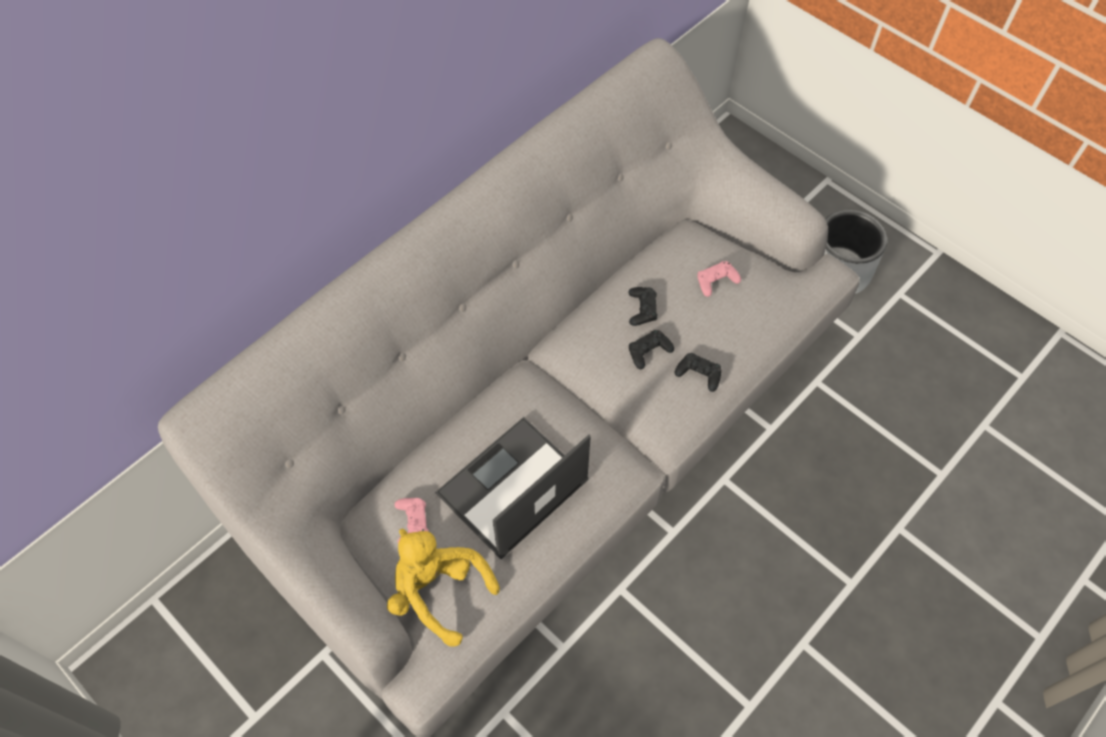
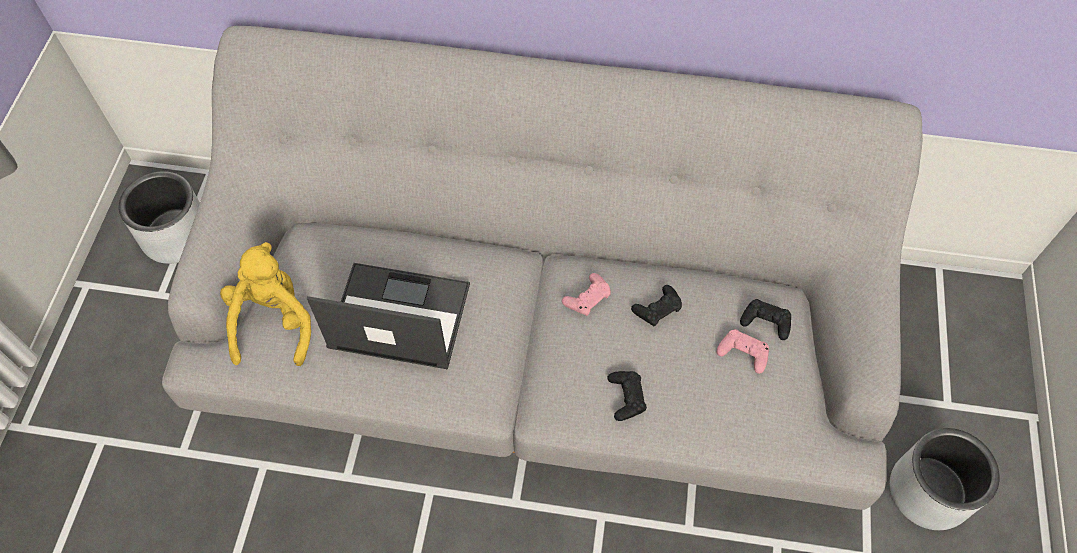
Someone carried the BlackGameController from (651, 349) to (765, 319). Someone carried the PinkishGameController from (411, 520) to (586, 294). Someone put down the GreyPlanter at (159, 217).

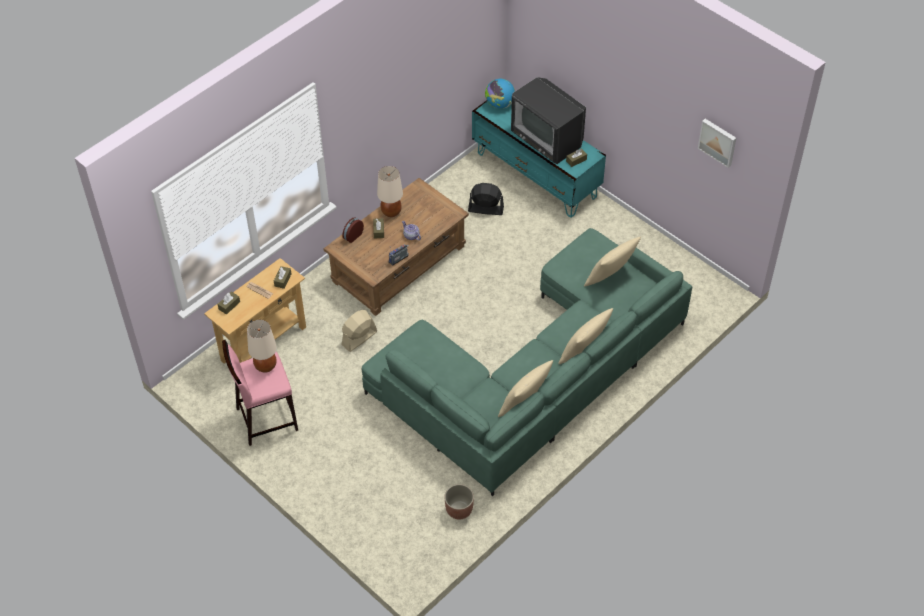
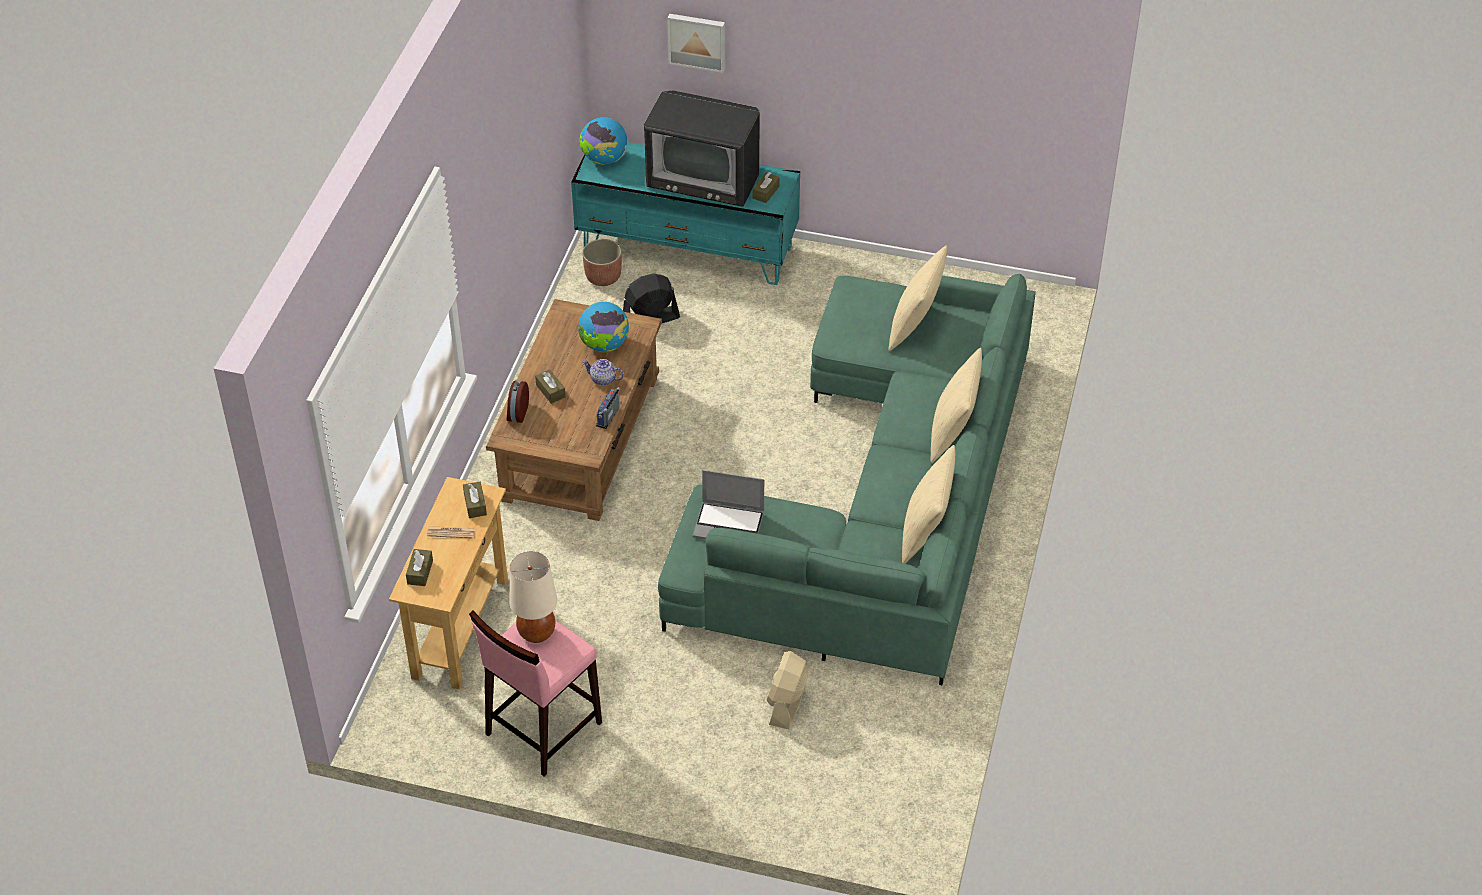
Someone carried the WallArt from (717, 143) to (696, 43). Someone took away the BeigeLampForATable at (390, 191). Someone carried the BeigeElectricFan from (359, 331) to (787, 690). Someone carried the Planter from (459, 502) to (602, 262). Someone put down the WorldGlobe at (603, 327). Someone put down the Laptop at (728, 504).

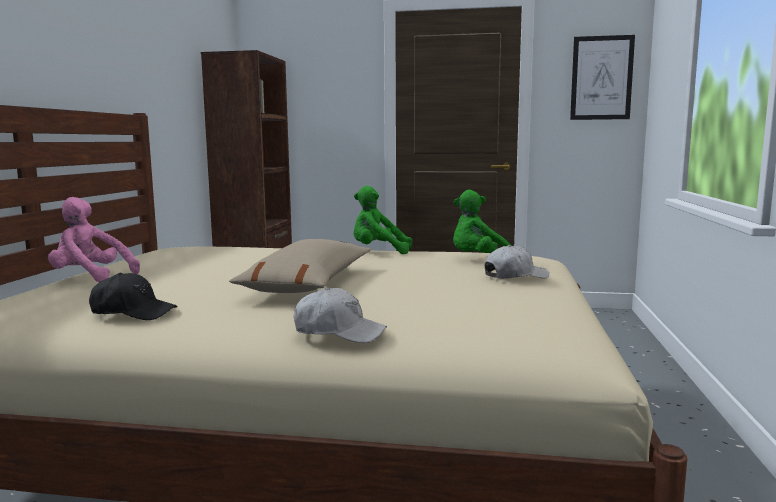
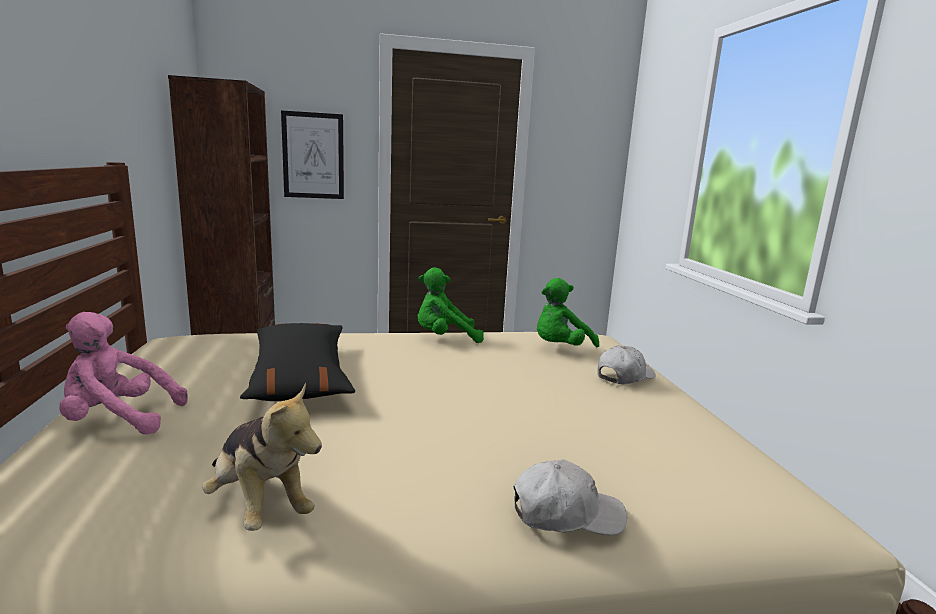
Someone carried the WallArt from (602, 77) to (312, 155). Someone took away the BeigePillow at (300, 266). Someone swapped the BlackBaseballCap at (133, 296) for the CuddlyToy at (262, 456). Someone put down the BlackPillow at (297, 362).

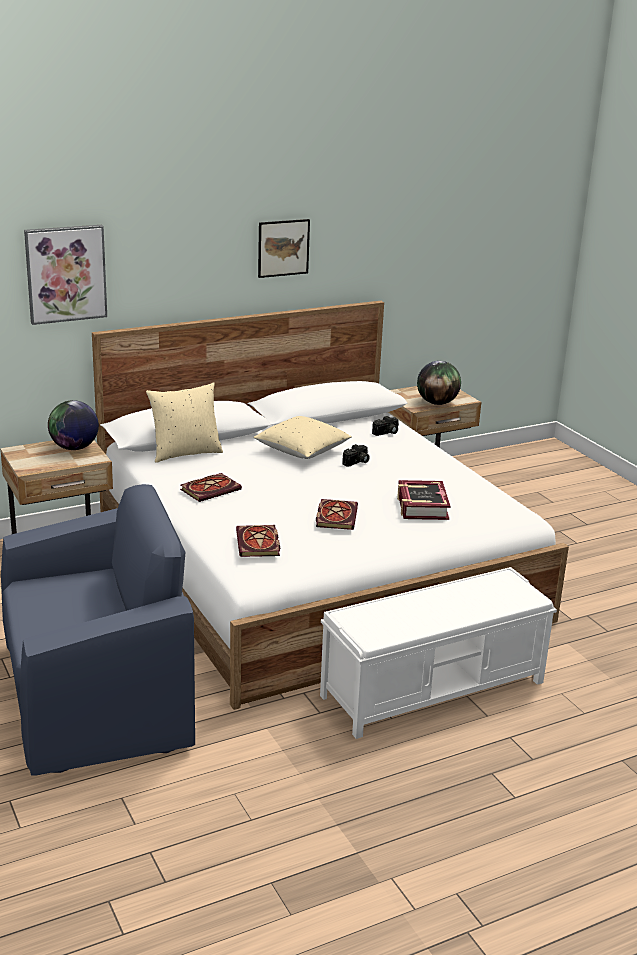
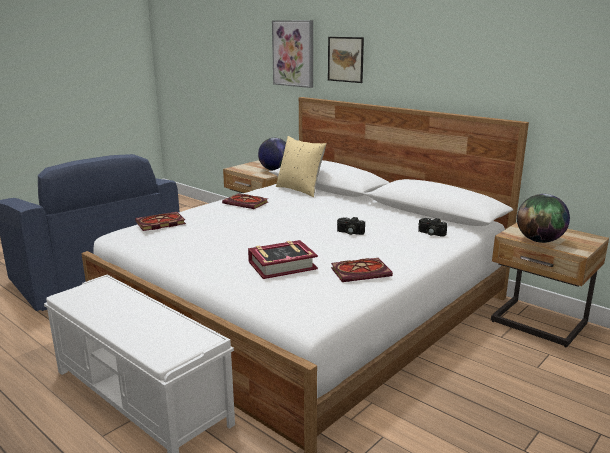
Someone carried the WallArt from (284, 248) to (346, 60). Someone took away the BeigePillow at (303, 437). Someone carried the BoundBook from (337, 514) to (362, 270).

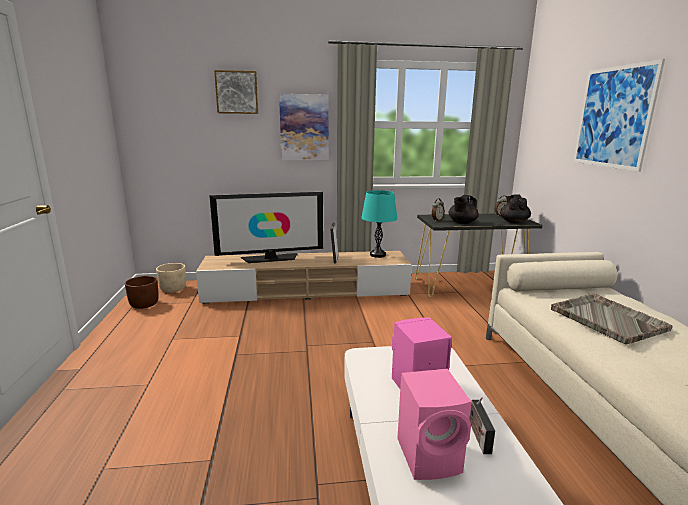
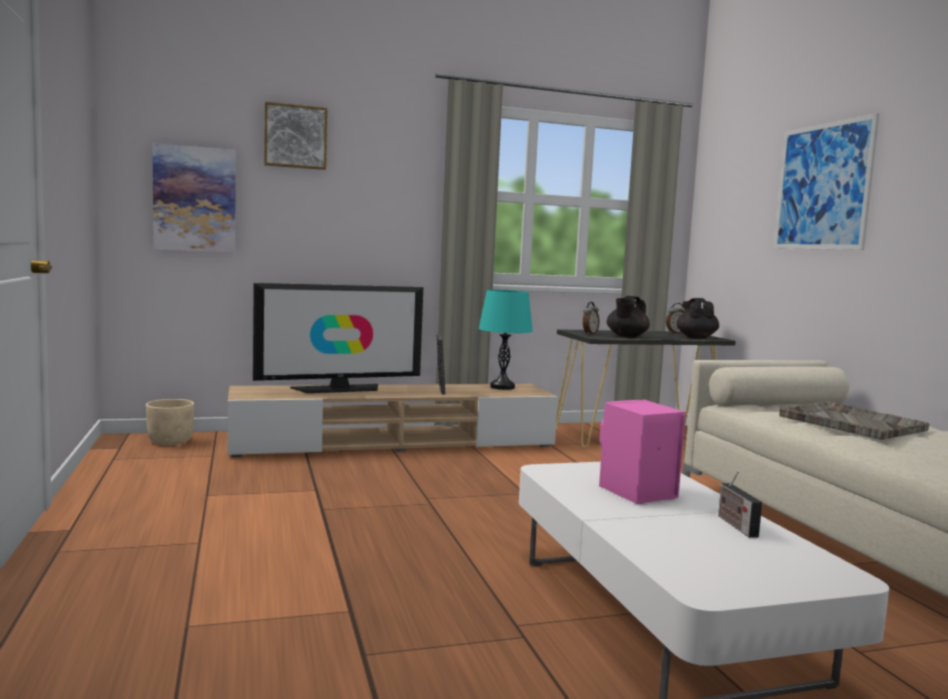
Someone carried the WallArt from (304, 127) to (194, 198). Someone took away the BrownColouredPlanter at (142, 292). Someone took away the PinkishLoudspeaker at (434, 424).

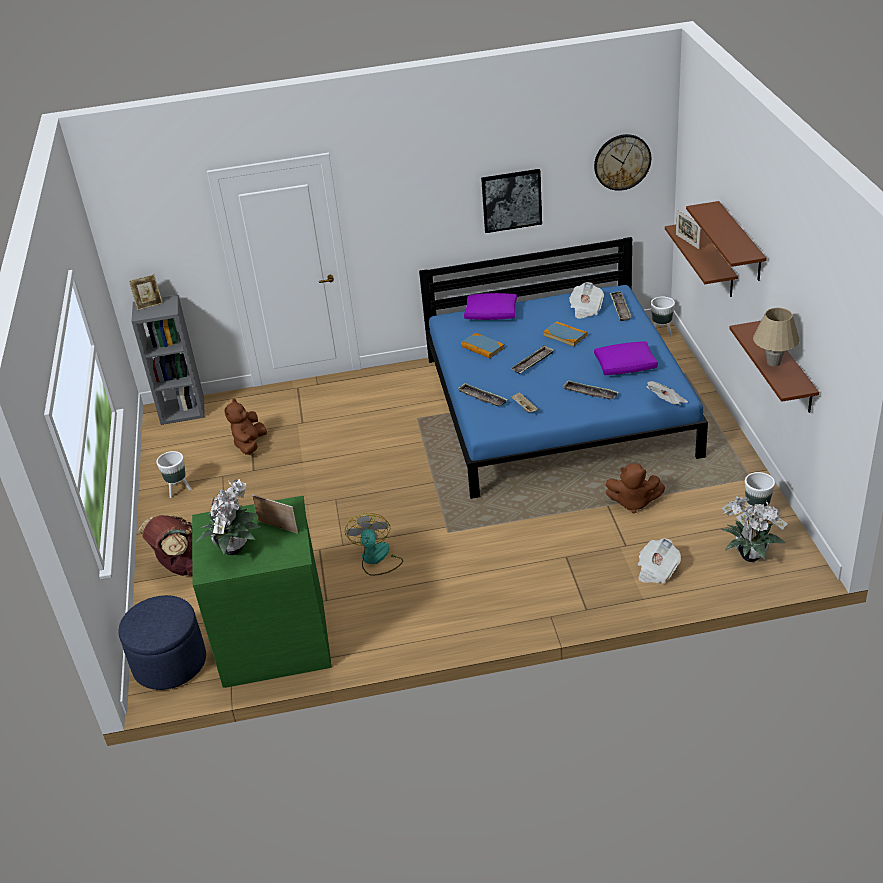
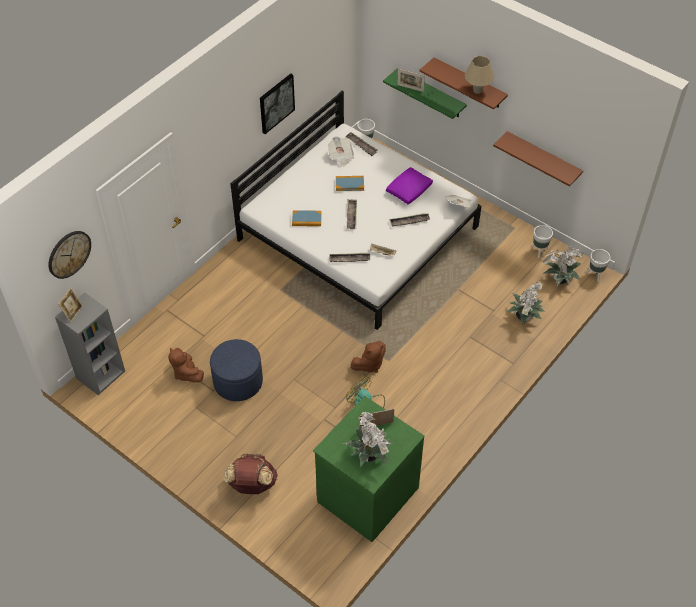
Someone carried the WallClock from (622, 162) to (70, 255). Someone repainted the BrownColouredShelf at (701, 261), which became the GreenShelf at (425, 93). Someone repainted the BlueColouredBed at (563, 368), which became the WhiteColouredBed at (355, 210). Someone took away the PurpleColouredPillow at (490, 306). Someone carried the BeigeLampForATable from (776, 337) to (479, 75). Someone carried the WhiteColouredPlanter from (173, 474) to (598, 265). Someone carried the BrownColouredCuddlyToy from (635, 488) to (368, 357). Someone swapped the Newspaper at (659, 561) for the Houseplant at (525, 303). Someone carried the BlueColouredOttoman from (162, 642) to (236, 370).

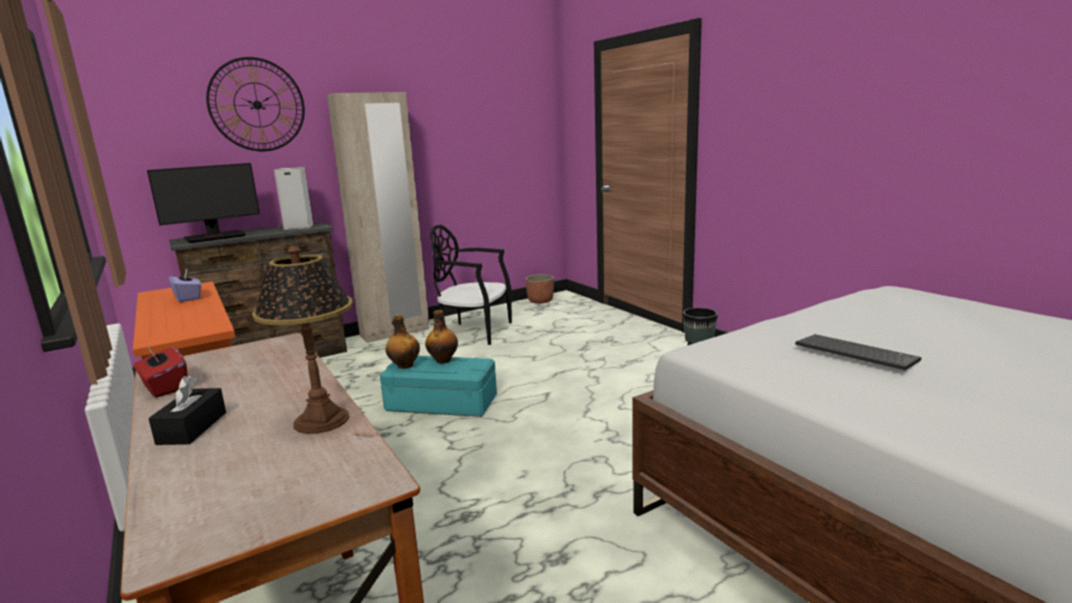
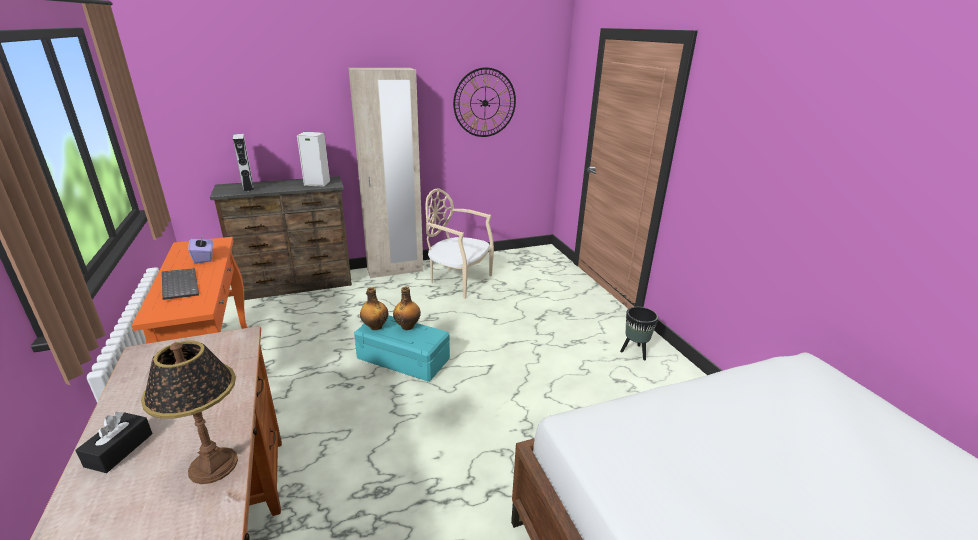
Someone carried the WallClock from (255, 104) to (484, 102). Someone swapped the Monitor at (203, 203) for the GreyLoudspeaker at (243, 163). Someone repainted the BlackUprightChair at (471, 285), which became the BeigeUprightChair at (459, 243). Someone took away the Planter at (540, 289). Someone carried the ComputerKeyboard from (858, 352) to (180, 284). Someone took away the RedTissueBox at (161, 371).

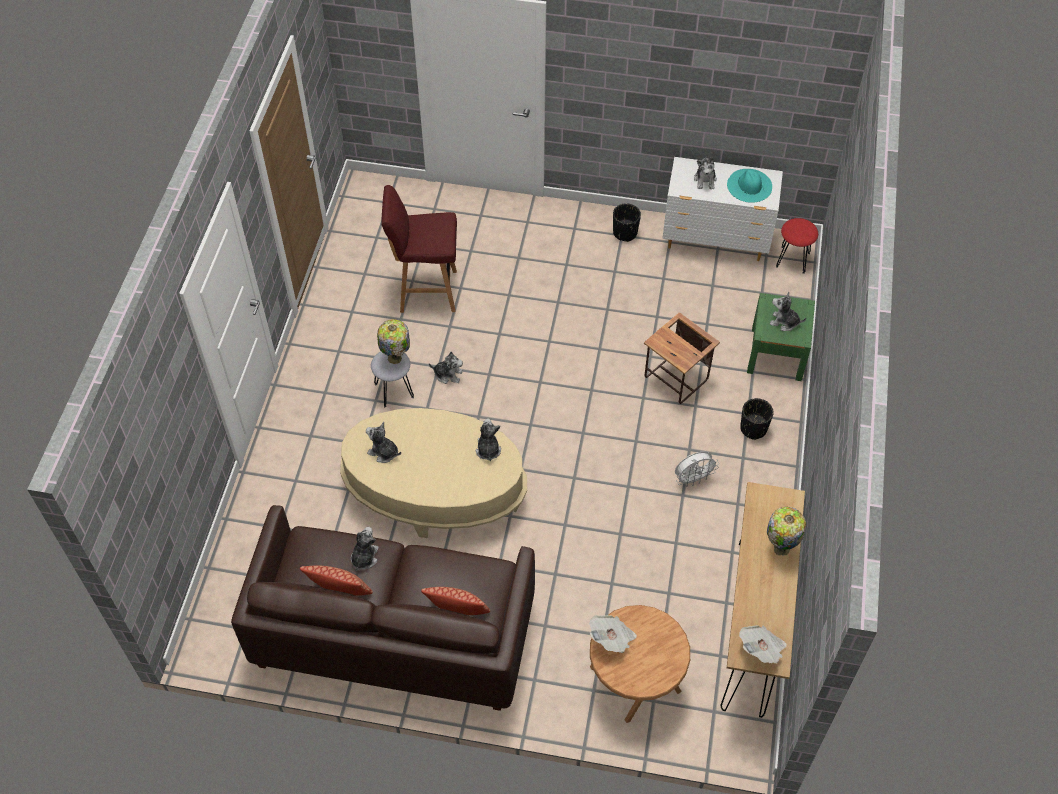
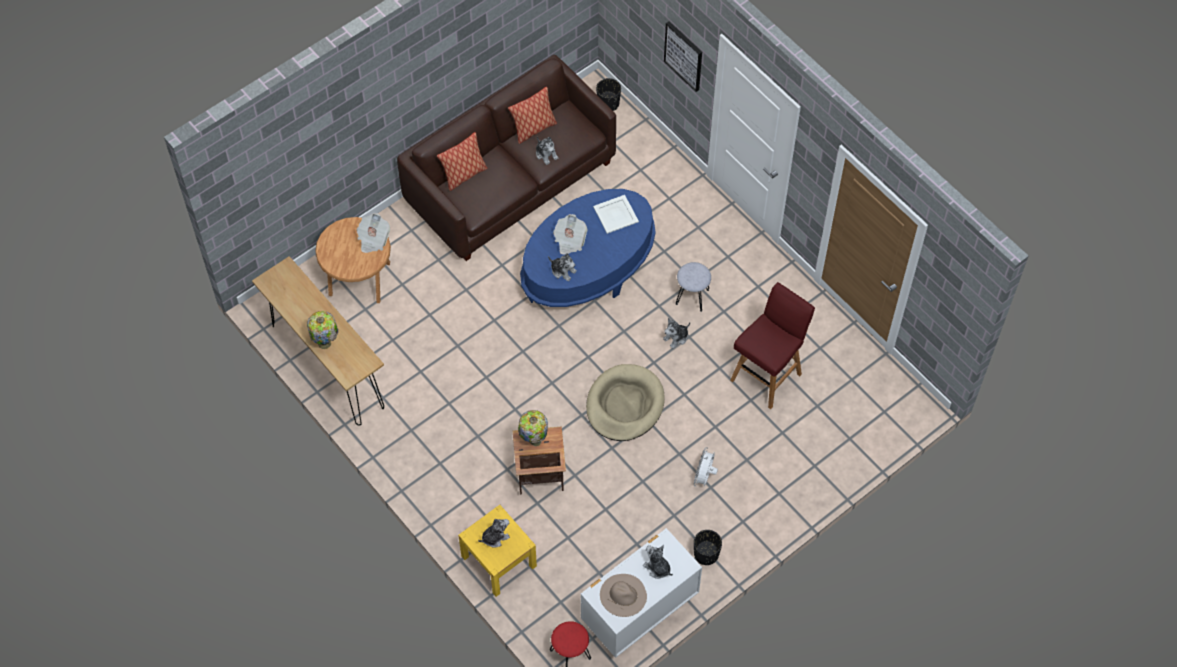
Someone repainted the TurquoiseWearableHat at (749, 186), which became the BeigeWearableHat at (623, 595). Someone repainted the GreenBedsideTable at (781, 337), which became the YellowBedsideTable at (497, 551). Someone carried the LampForATable from (393, 341) to (533, 428). Someone carried the BlackPlanter from (757, 419) to (608, 94). Someone repainted the BeigeLowTable at (433, 473), which became the BlueColouredLowTable at (588, 248). Someone swapped the CuddlyToy at (383, 442) for the WhiteColouredCarryingTray at (616, 214). Someone carried the WhiteColouredElectricFan from (697, 469) to (706, 467). Someone carried the Newspaper from (763, 644) to (570, 234). Someone put up the WallArt at (683, 56). Someone put down the BeigePetBed at (625, 402).

